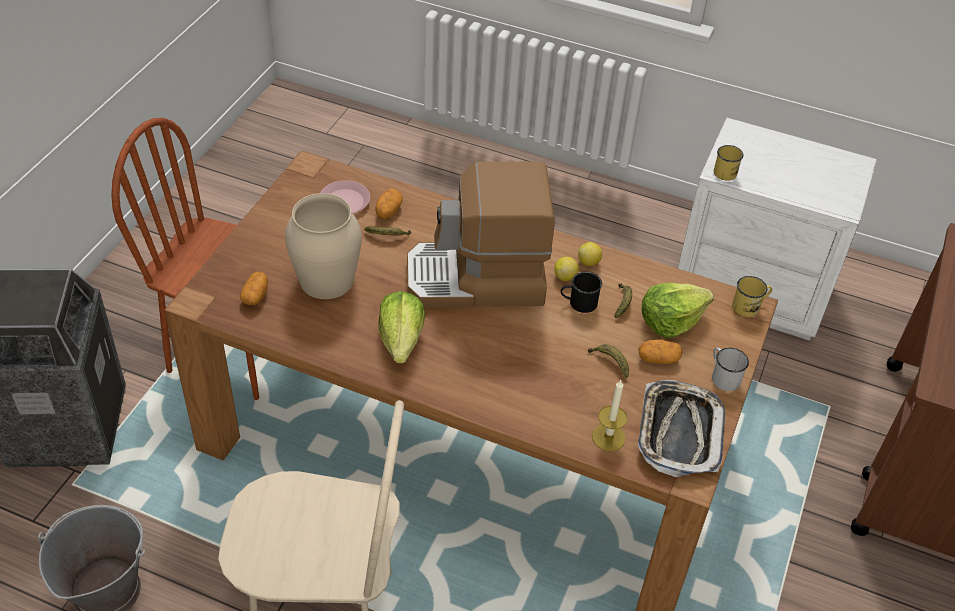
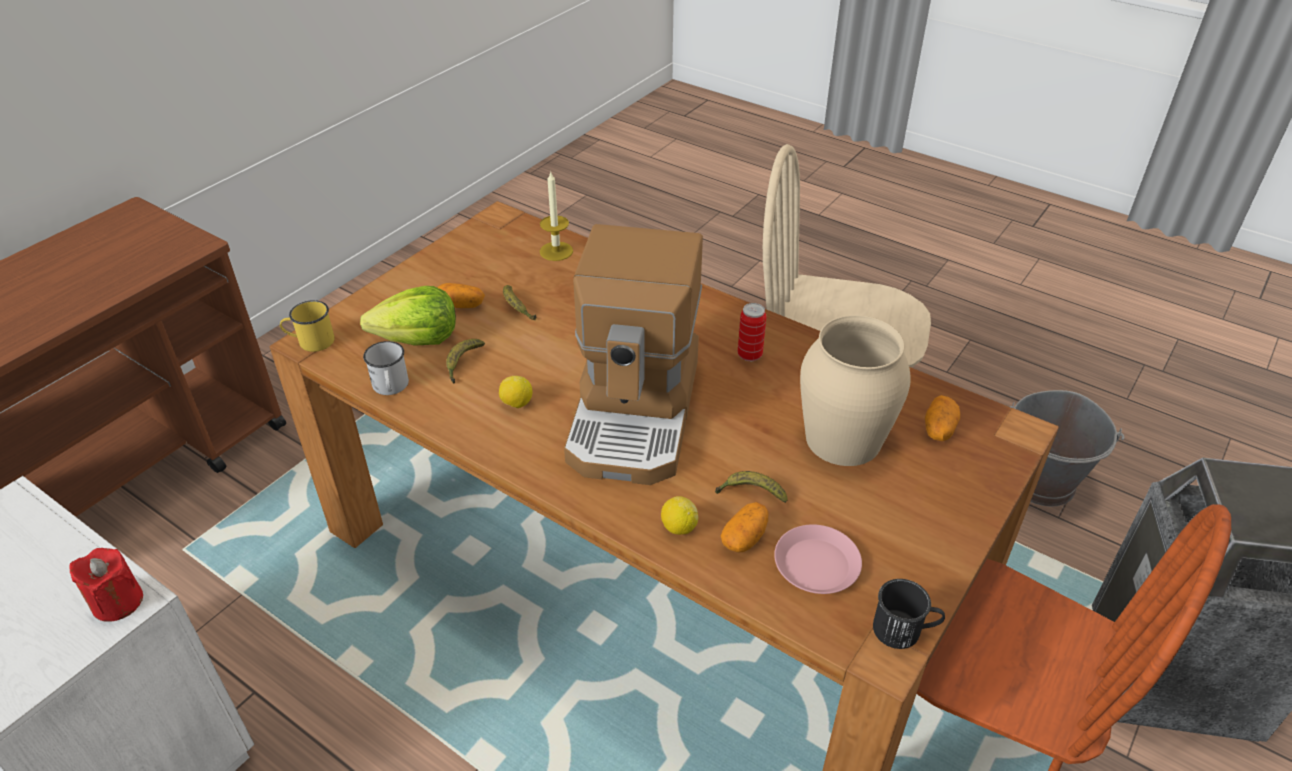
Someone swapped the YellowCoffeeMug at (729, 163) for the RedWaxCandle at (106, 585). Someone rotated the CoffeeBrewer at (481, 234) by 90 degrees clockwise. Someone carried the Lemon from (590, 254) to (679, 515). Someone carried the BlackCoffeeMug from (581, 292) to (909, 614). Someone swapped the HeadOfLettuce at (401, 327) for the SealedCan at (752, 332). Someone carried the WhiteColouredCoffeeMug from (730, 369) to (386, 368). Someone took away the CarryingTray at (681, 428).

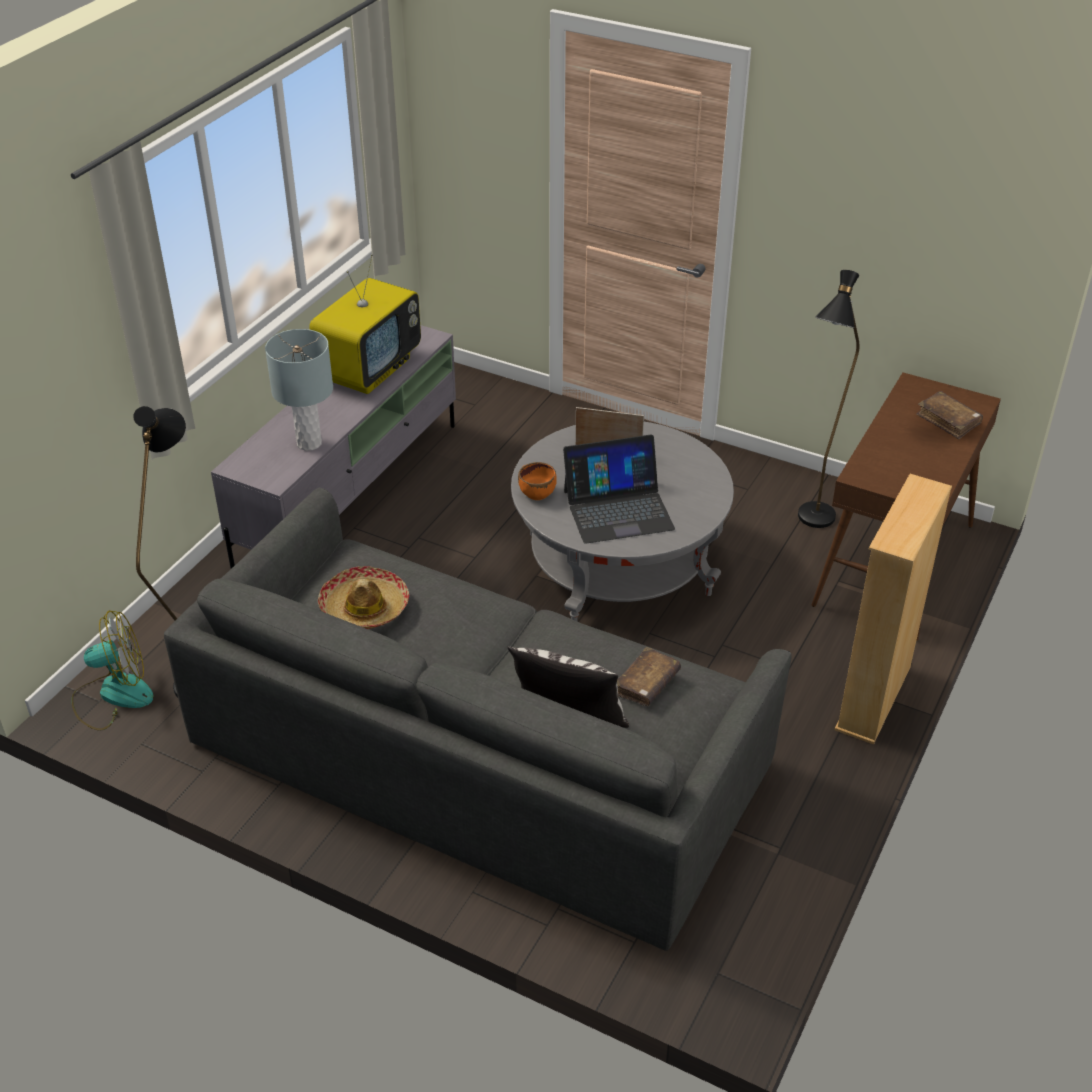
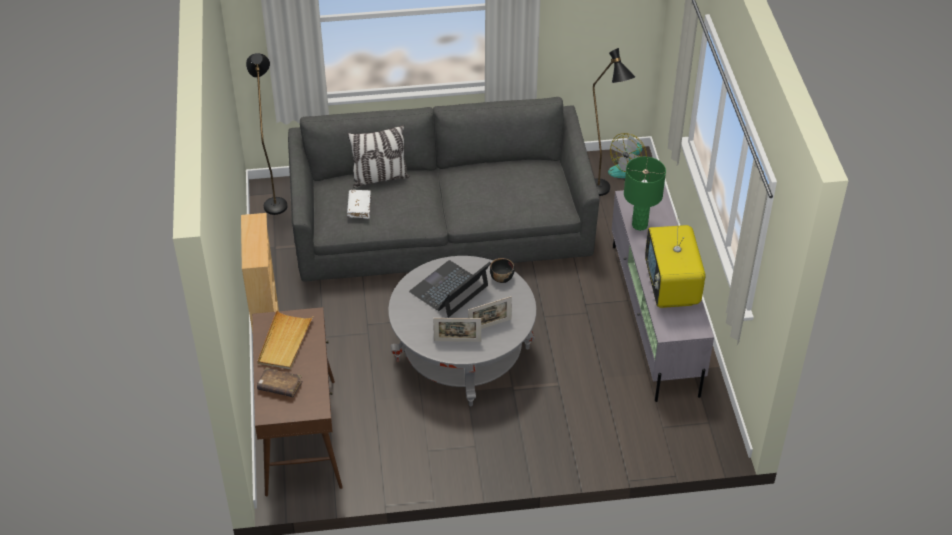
Someone carried the BlackFloorLamp from (828, 399) to (266, 134). Someone repainted the GreyLampForATable at (299, 390), which became the GreenLampForATable at (645, 194). Someone repainted the OrangeyBowl at (537, 481), which became the BlackBowl at (502, 270). Someone took away the WearableHat at (363, 597). Someone repainted the BrownColouredBoundBook at (649, 676), which became the WhiteColouredBoundBook at (359, 204). Someone put down the BeigeCarryingTray at (285, 340). Someone put down the PhotoFrame at (457, 330).

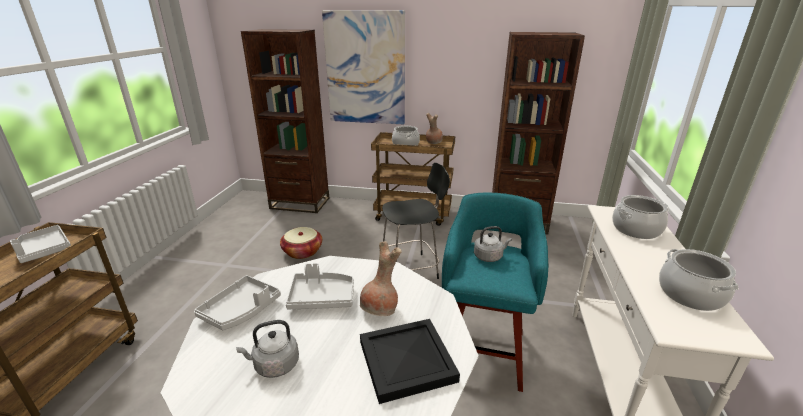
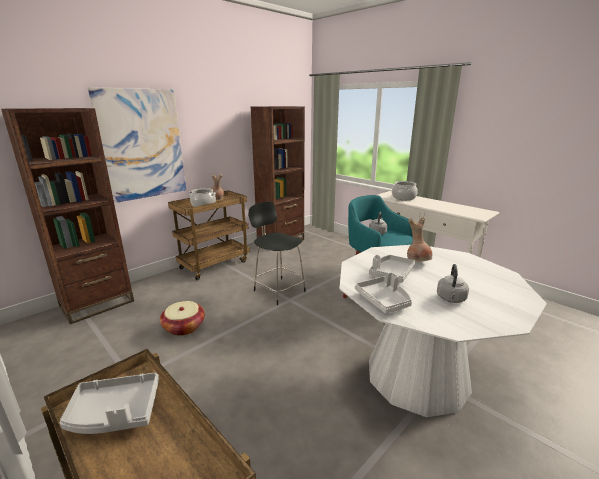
Someone rotated the BlackUprightChair at (416, 220) by 60 degrees counterclockwise. Someone took away the CookingPot at (699, 280). Someone took away the BlackCarryingTray at (410, 361).

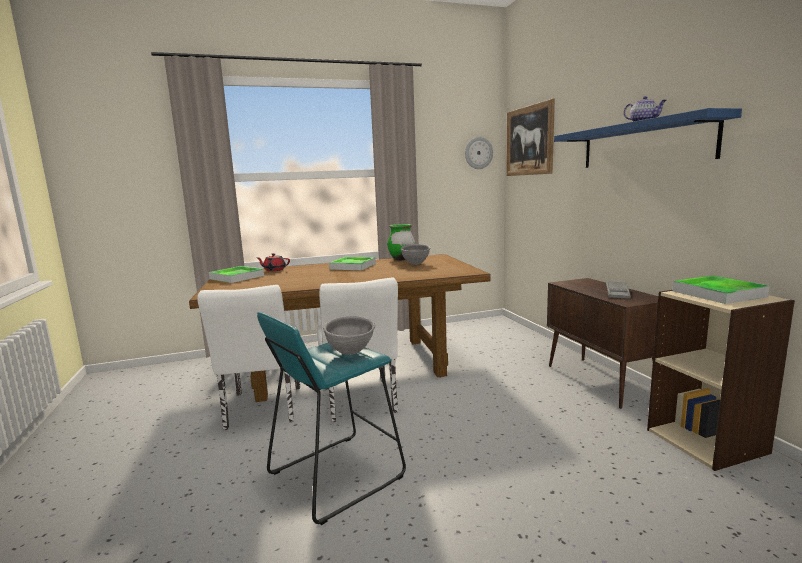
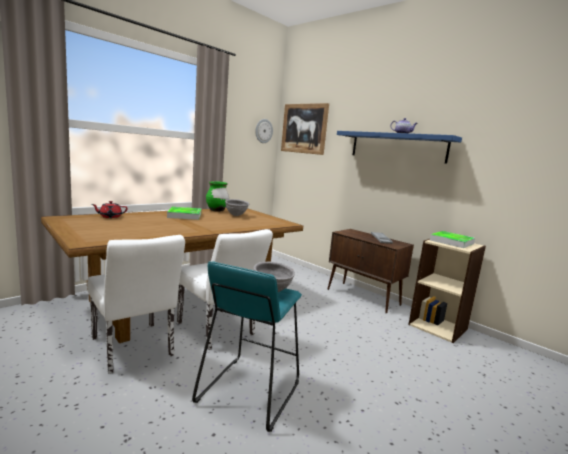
Someone took away the CarryingTray at (236, 274).

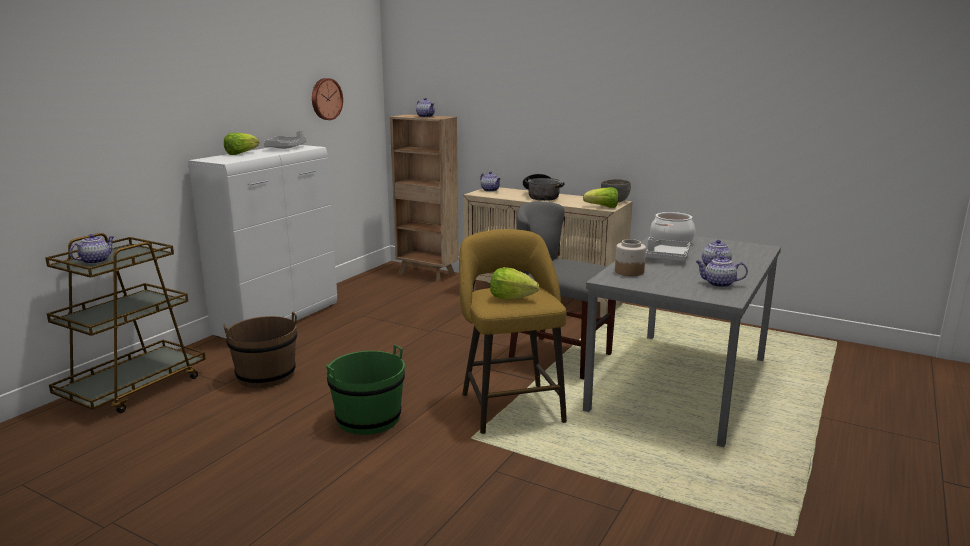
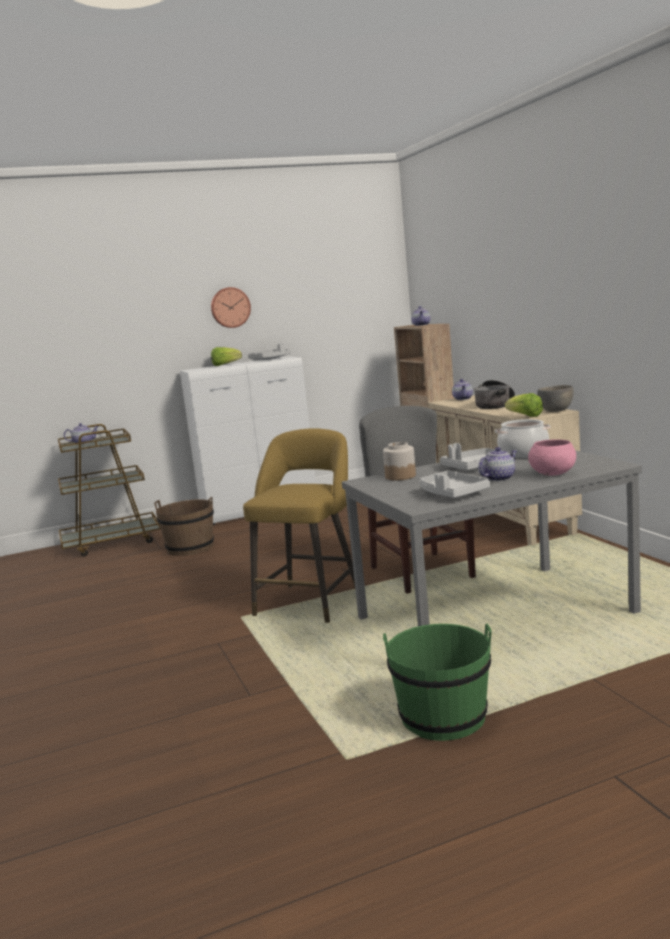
Someone carried the WallClock from (327, 99) to (231, 307). Someone swapped the PotForTea at (721, 271) for the GreyCarryingTray at (454, 484). Someone took away the HeadOfLettuce at (514, 283). Someone carried the GreenPail from (365, 390) to (437, 682). Someone put down the PinkishBowl at (552, 458).

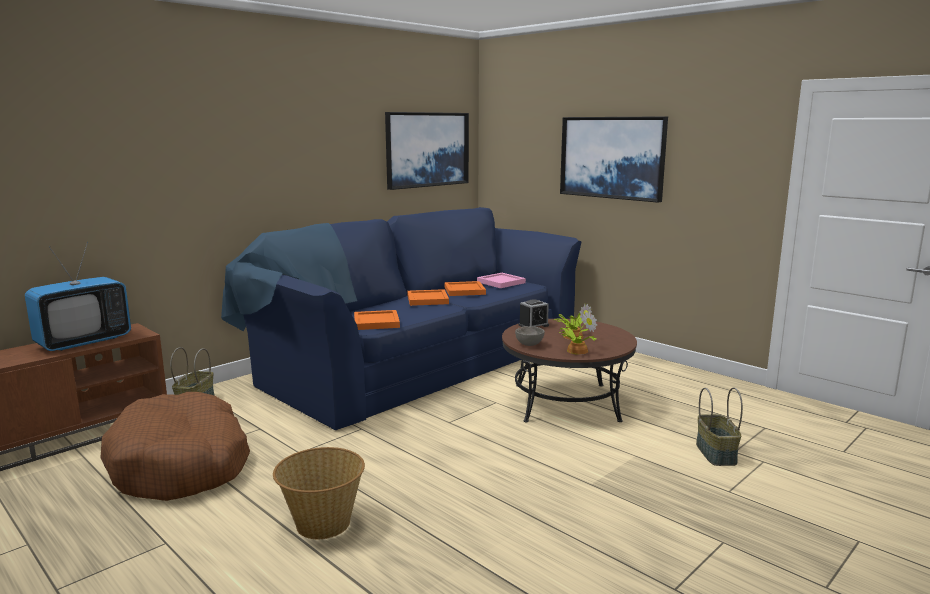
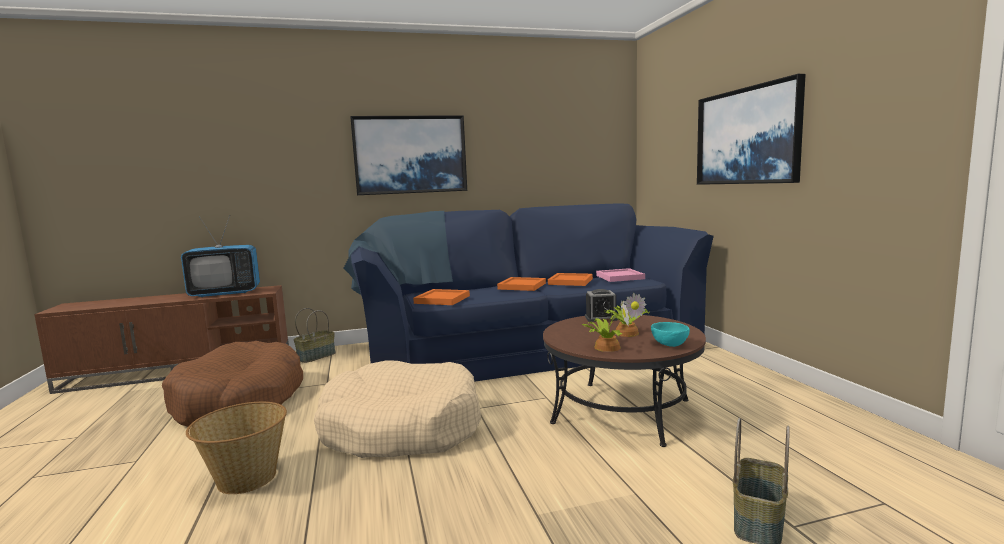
Someone carried the WallArt from (427, 151) to (408, 155). Someone took away the GreyBowl at (530, 336). Someone put down the TurquoiseBowl at (670, 334). Someone put down the BeigePetBed at (397, 409).

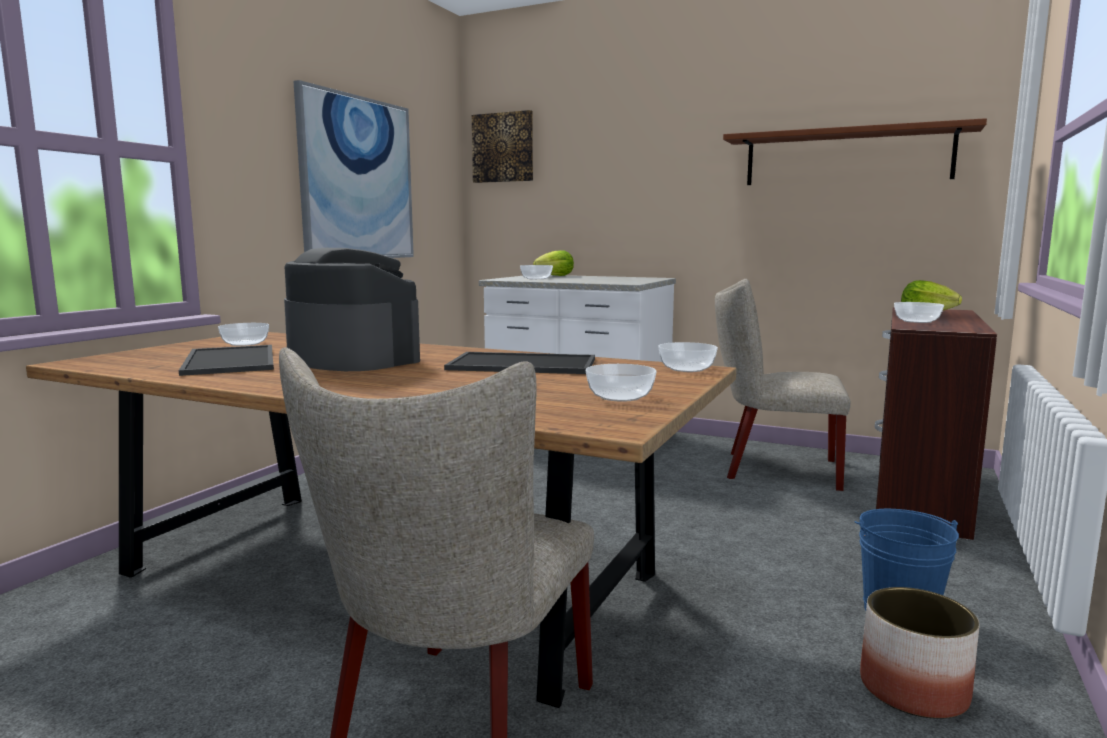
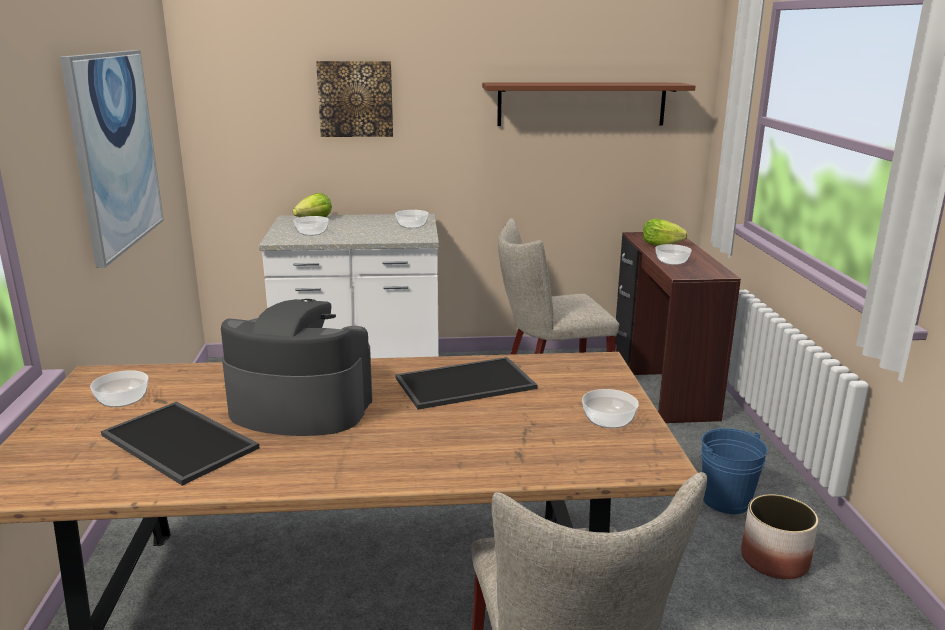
Someone carried the WallArt from (502, 146) to (354, 99). Someone carried the Bowl from (688, 357) to (411, 219).

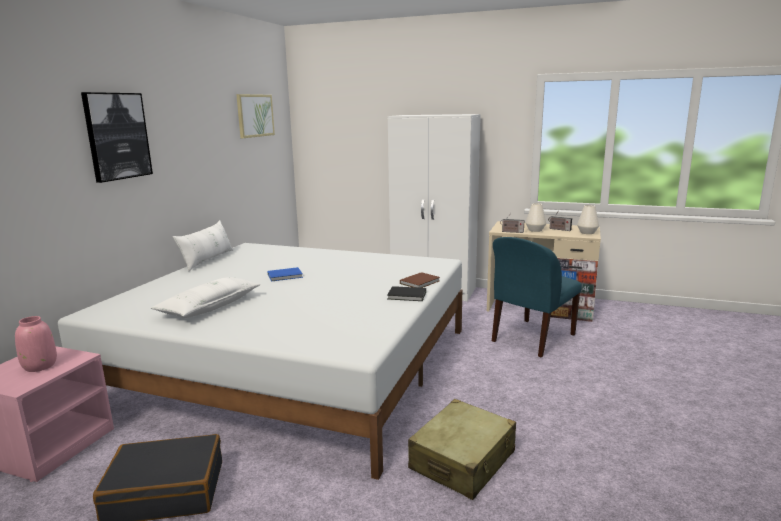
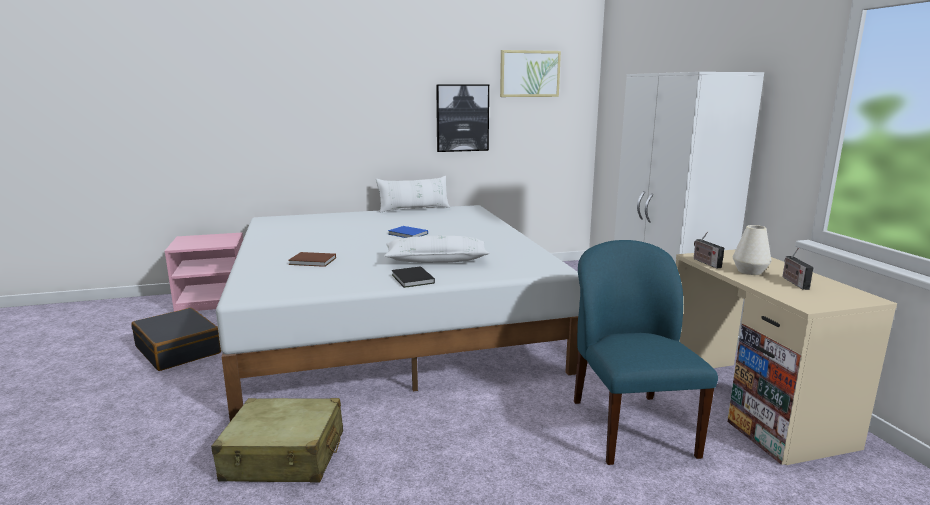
Someone carried the WallArt from (117, 137) to (462, 118). Someone took away the WhiteColouredVase at (588, 219). Someone rotated the BlueColouredUprightChair at (537, 297) by 75 degrees clockwise. Someone carried the BrownColouredBoundBook from (420, 280) to (312, 259). Someone carried the WhiteColouredPillow from (205, 297) to (437, 249). Someone took away the PinkishVase at (36, 344).

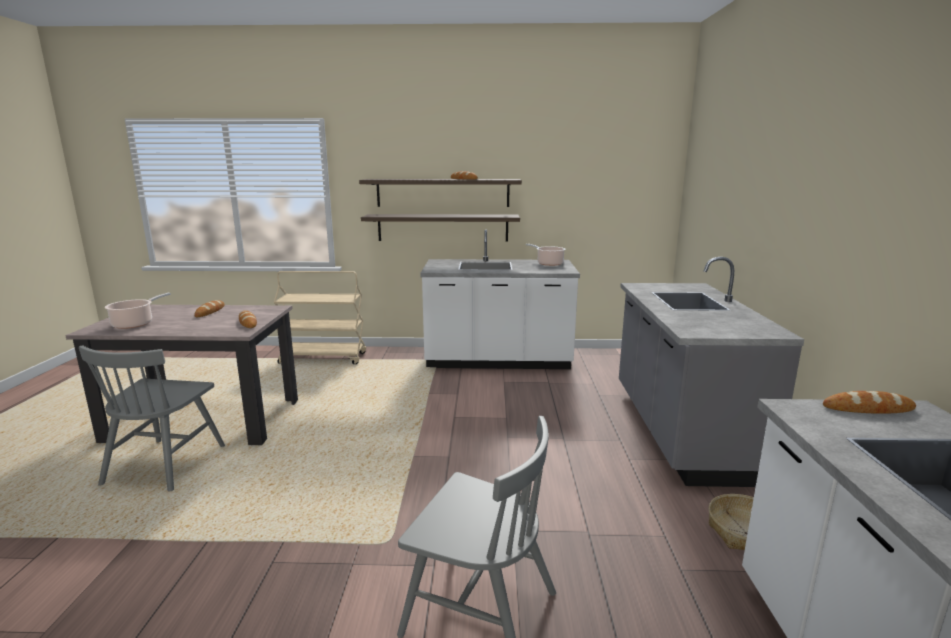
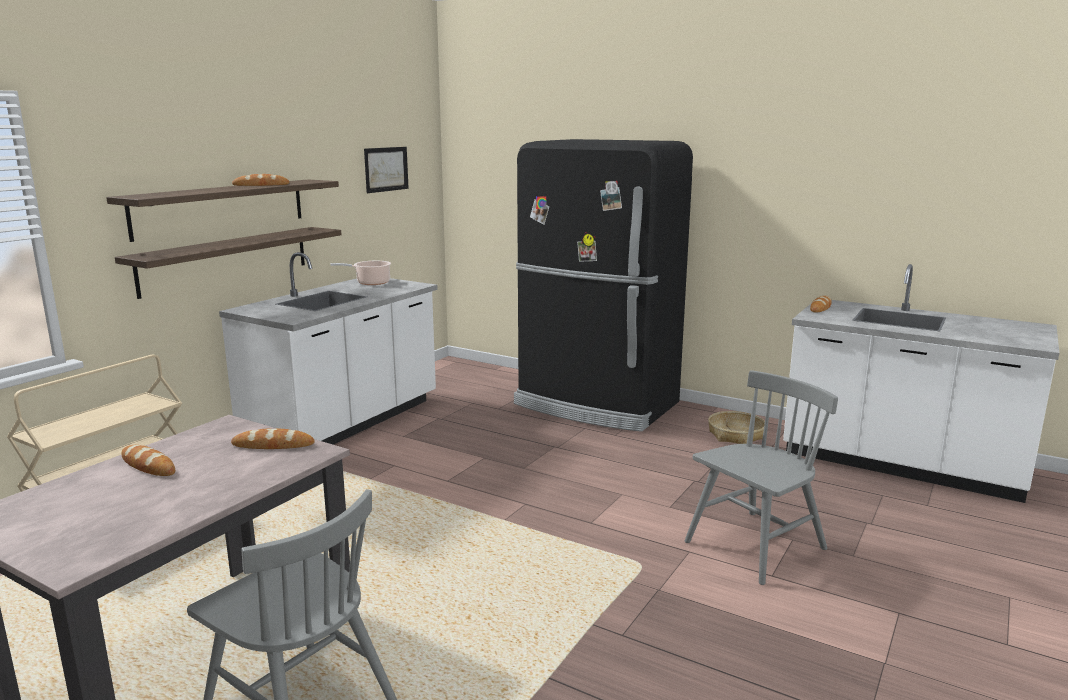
Someone swapped the GreyKitchenCounter at (711, 372) for the BlackKitchenFridge at (603, 285). Someone took away the CookingPot at (138, 311). Someone put up the WallArt at (386, 170).

